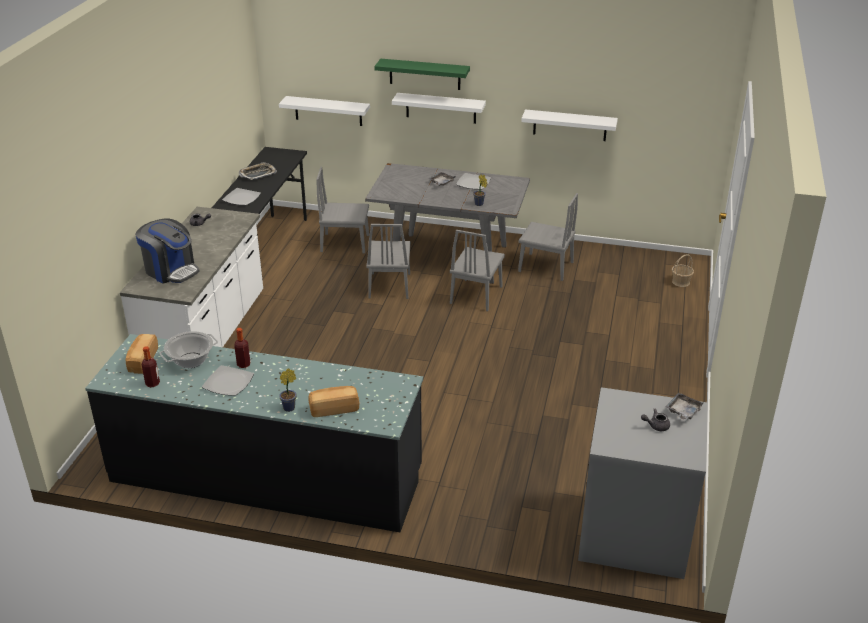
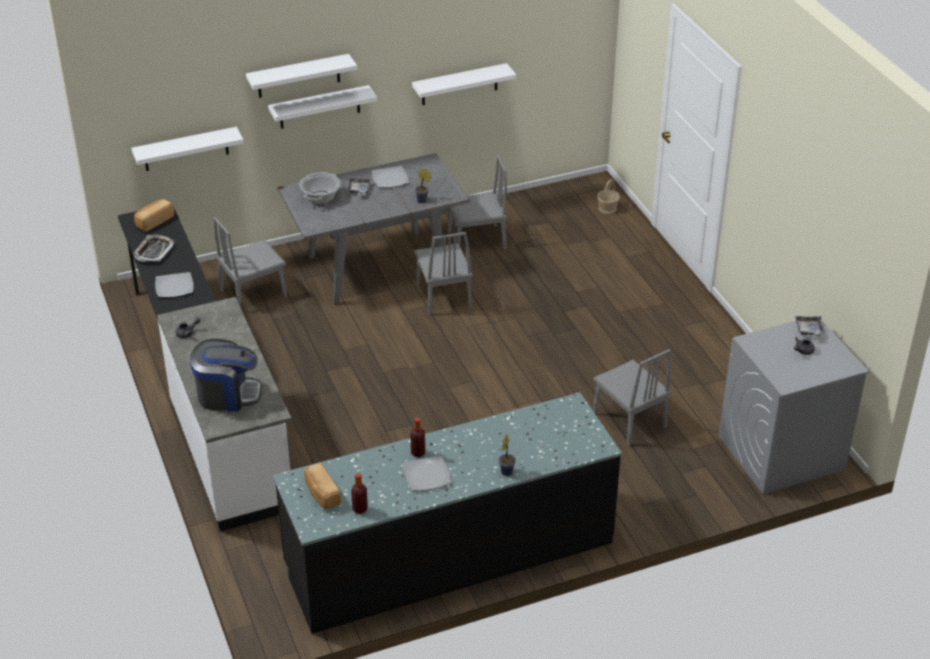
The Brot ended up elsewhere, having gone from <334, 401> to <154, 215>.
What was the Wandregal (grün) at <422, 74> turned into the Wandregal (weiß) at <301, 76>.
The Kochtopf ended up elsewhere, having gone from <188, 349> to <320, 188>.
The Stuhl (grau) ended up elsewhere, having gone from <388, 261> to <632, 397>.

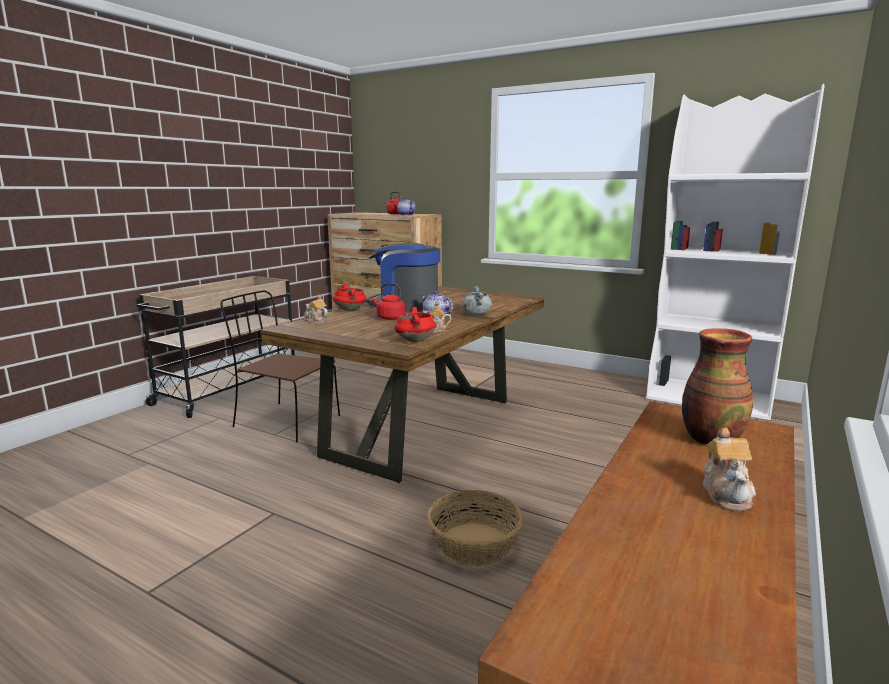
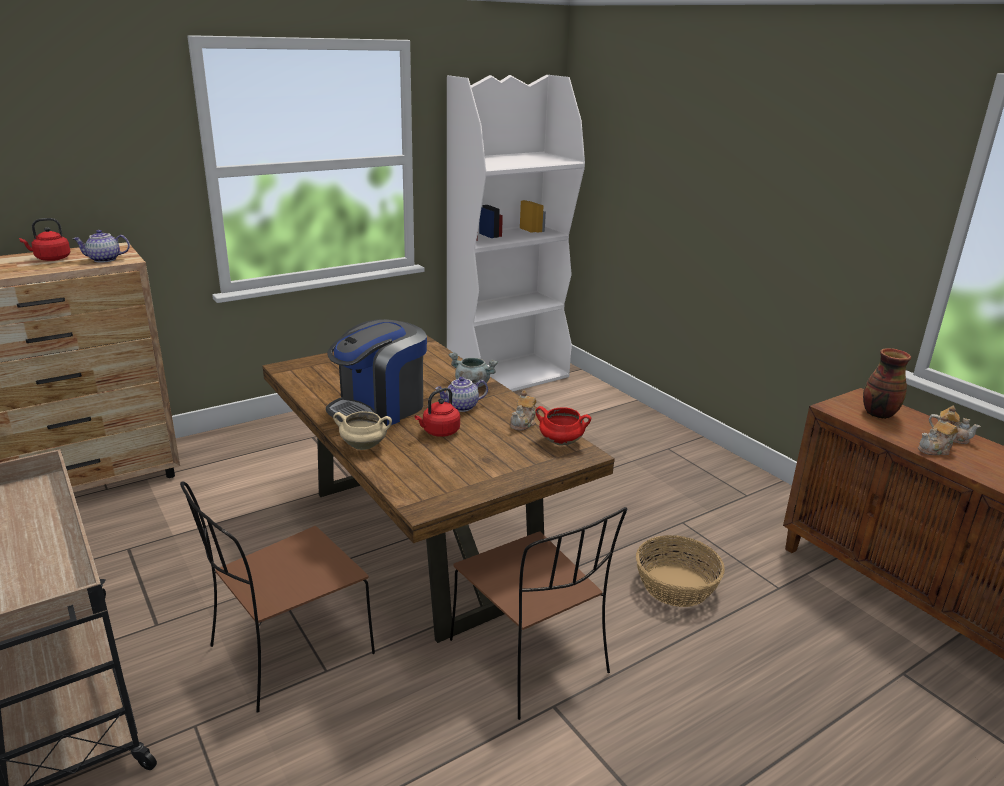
What was the Kochtopf (rot) at <349, 297> turned into the Kochtopf (beige) at <362, 430>.
The second view gained the Stuhl (braun) at <538, 613>.
The Teekanne ended up elsewhere, having gone from <316, 309> to <938, 435>.

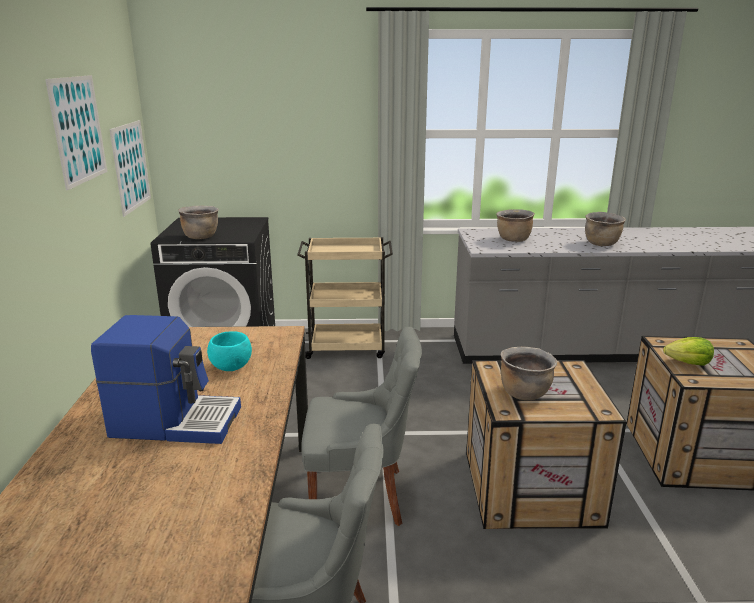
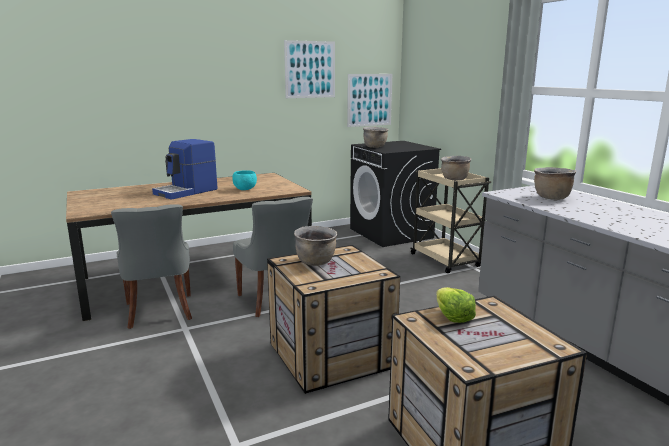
The Kaffeemaschine at <166, 379> ended up facing another way, 60 degrees clockwise from before.
The Kochtopf (braun) ended up elsewhere, having gone from <605, 229> to <456, 168>.

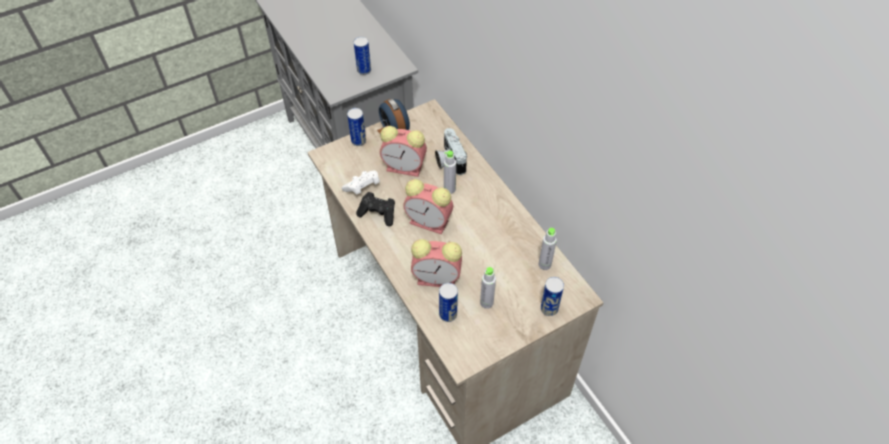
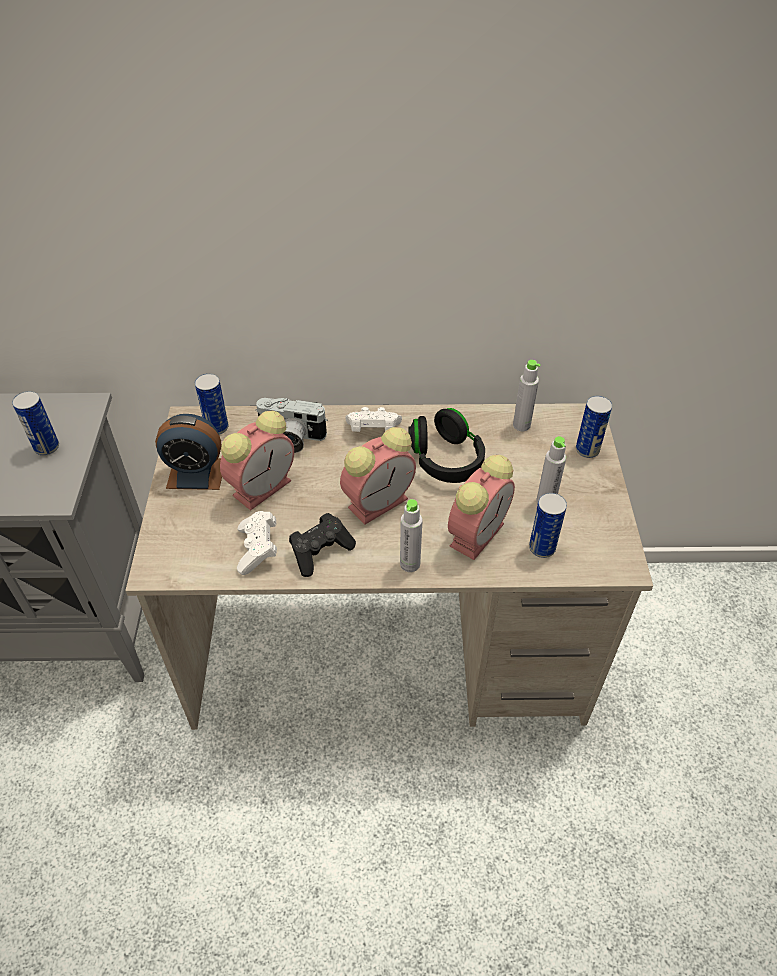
The Dose ended up elsewhere, having gone from <356, 127> to <212, 404>.
The second view gained the Gamepad (weiß) at <373, 419>.
The Flasche (grau) ended up elsewhere, having gone from <450, 172> to <411, 535>.
The second view gained the Kopfhörer (schwarz) at <446, 445>.

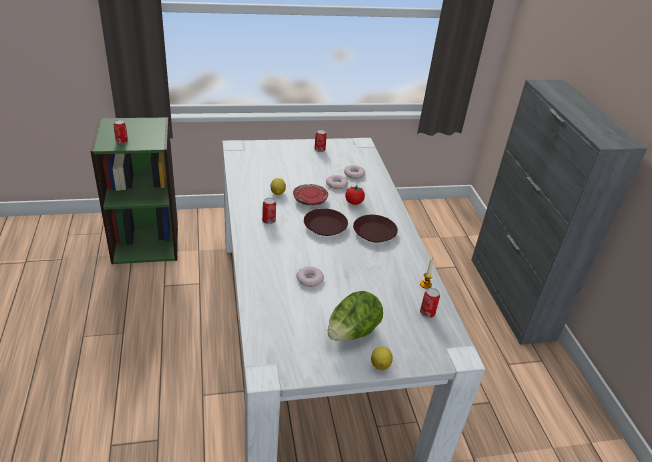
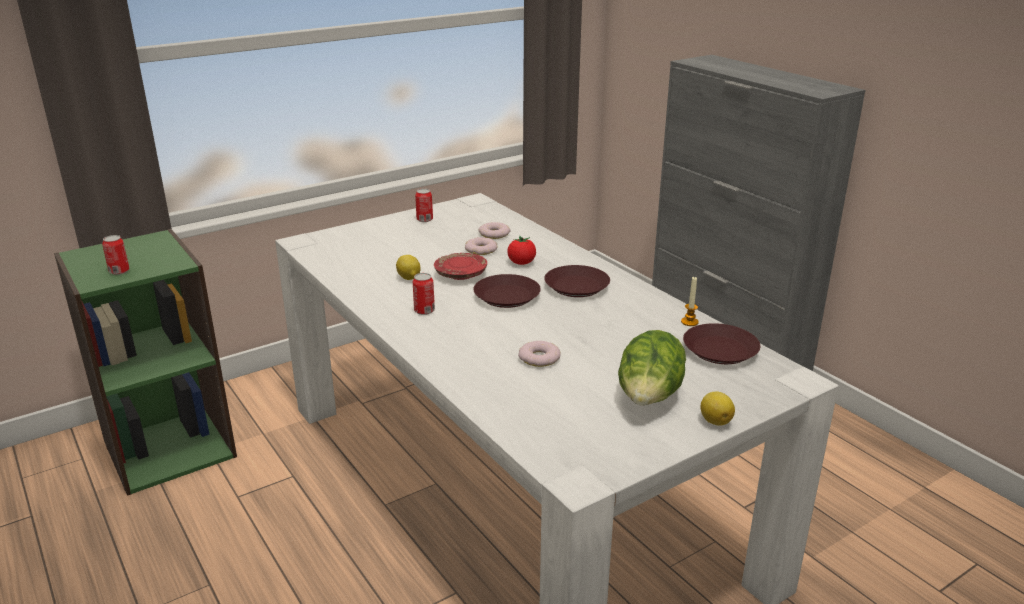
Where the Dose stood at <430, 303>, the Teller (braun) came to stand at <721, 343>.

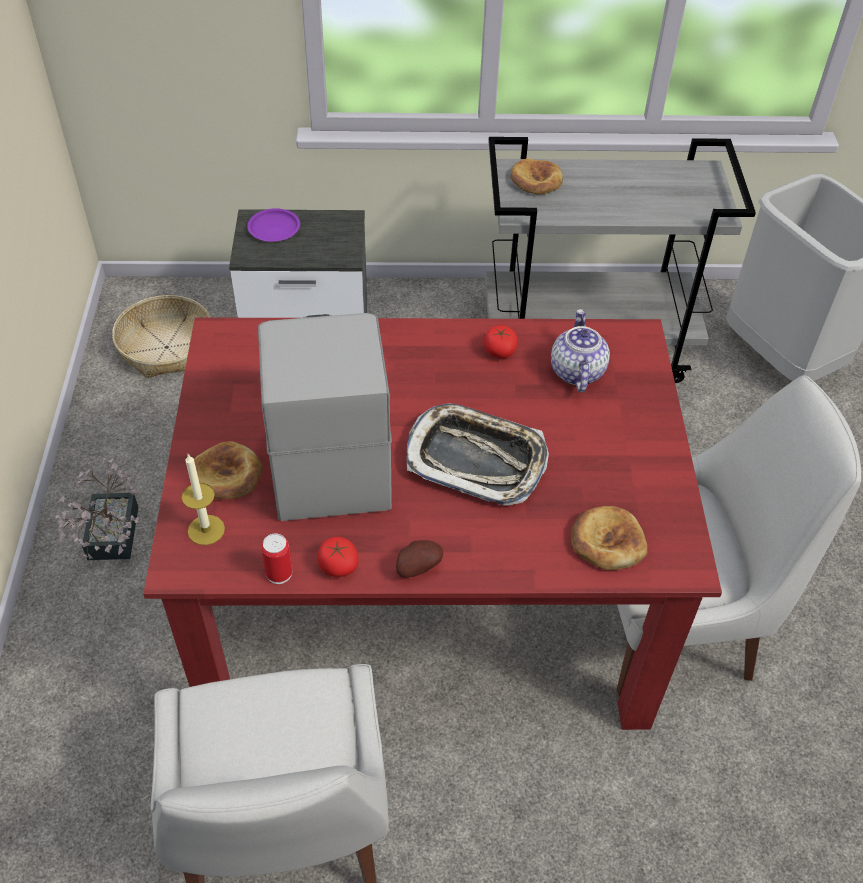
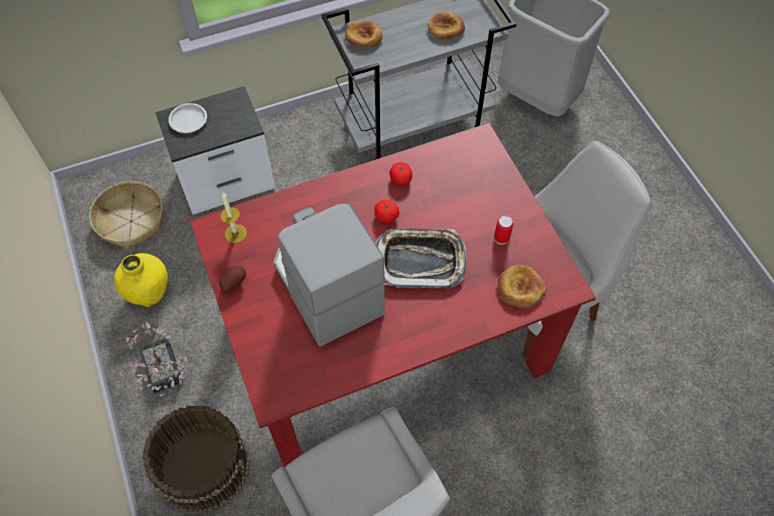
The second view gained the Vase (gelb) at <141, 280>.
The second view gained the Eimer (braun) at <196, 459>.
What was the Teller (lila) at <273, 225> turned into the Teller (weiß) at <187, 118>.
The Kartoffel ended up elsewhere, having gone from <419, 559> to <232, 279>.
The Kerze ended up elsewhere, having gone from <203, 499> to <233, 217>.
The Tomate ended up elsewhere, having gone from <338, 557> to <387, 211>.
The Brot ended up elsewhere, having gone from <228, 470> to <446, 26>.
The Dose ended up elsewhere, having gone from <277, 559> to <503, 230>.
The second view lost the Teekanne at <580, 350>.

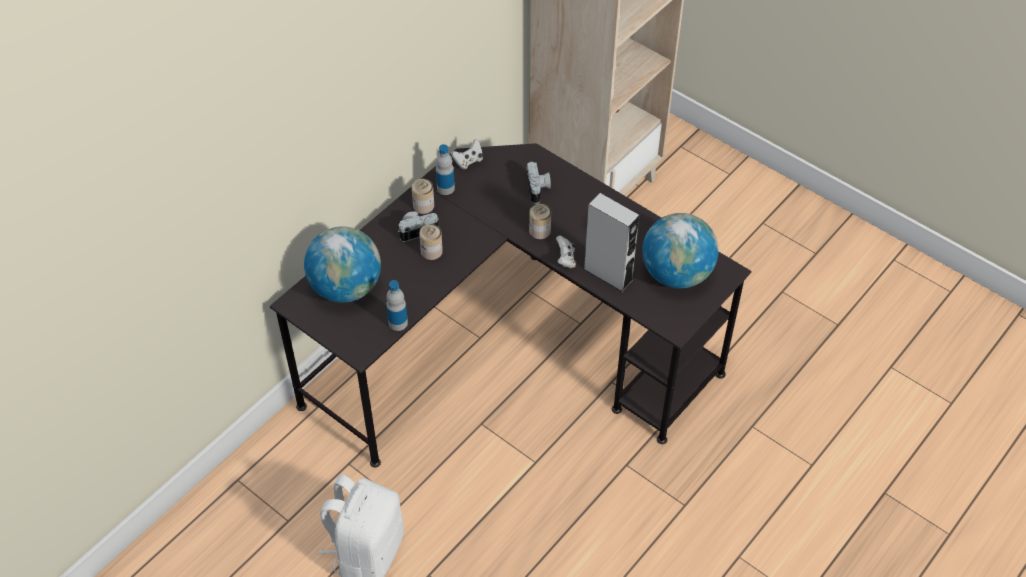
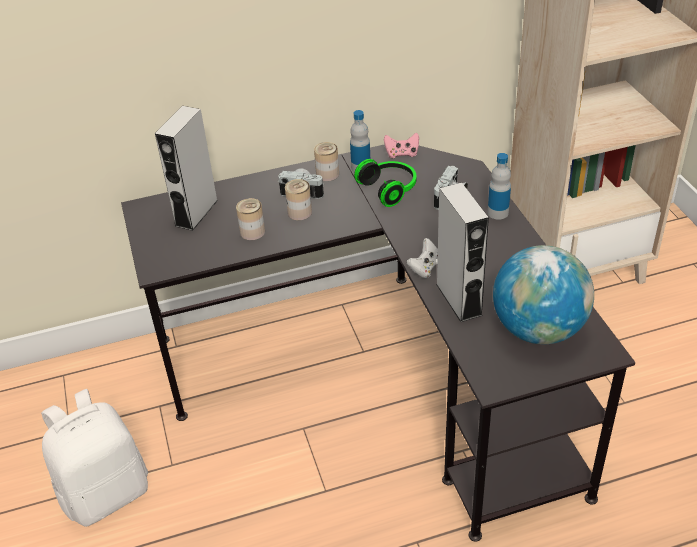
Where the Globus stood at <342, 264>, the Lautsprecher (grau) came to stand at <186, 168>.
The Dose ended up elsewhere, having gone from <540, 221> to <250, 219>.
The second view gained the Kopfhörer at <385, 183>.
What was the Gamepad (weiß) at <467, 154> turned into the Gamepad (rosa) at <401, 145>.
The Flasche ended up elsewhere, having gone from <397, 305> to <499, 186>.

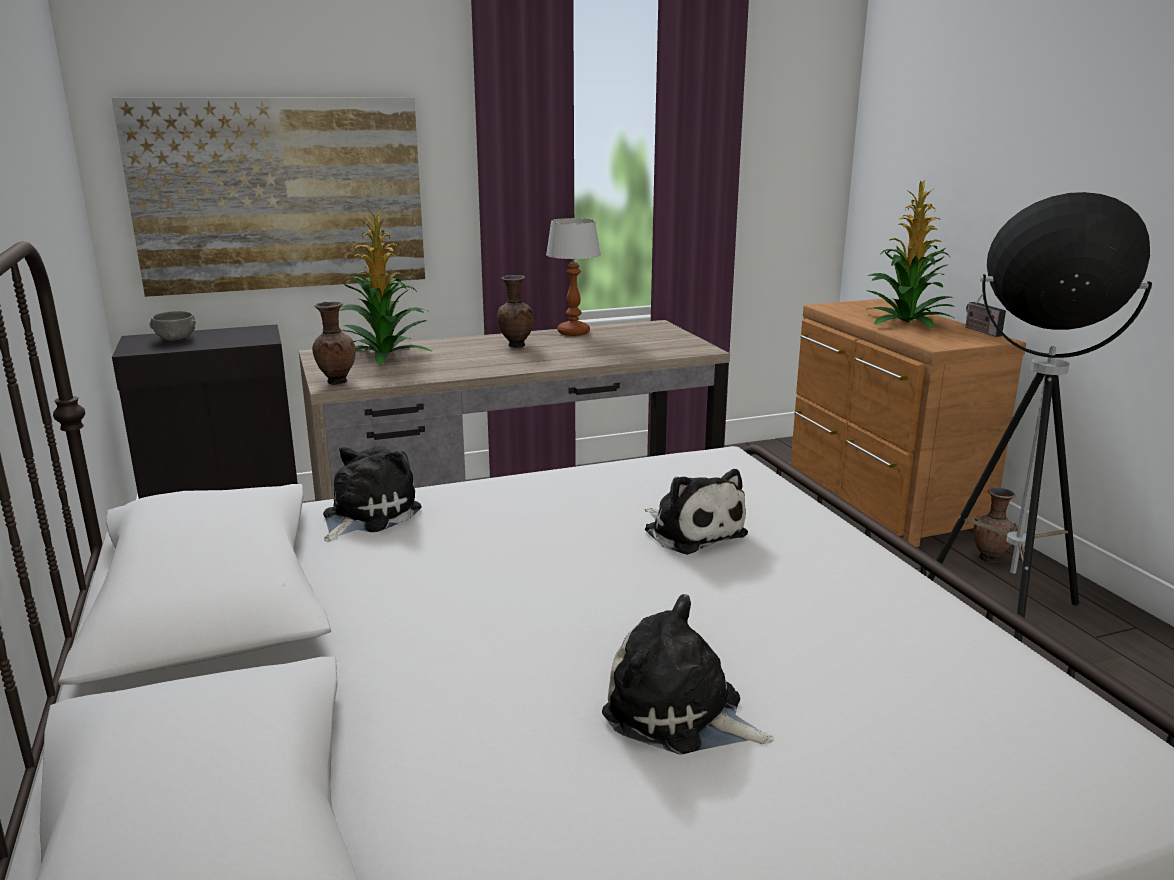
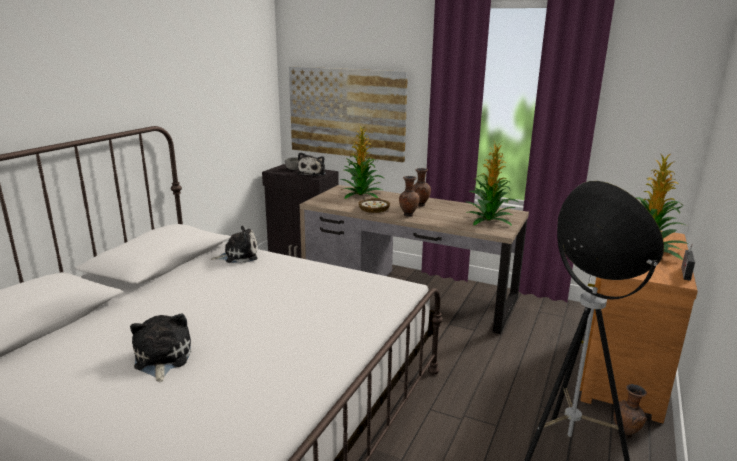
The Plüschtier ended up elsewhere, having gone from <696, 512> to <311, 164>.
The second view gained the Schüssel at <374, 205>.
The Vase (braun) ended up elsewhere, having gone from <334, 343> to <409, 196>.
The second view gained the Topfpflanze at <493, 184>.
The second view lost the Tischlampe at <573, 277>.

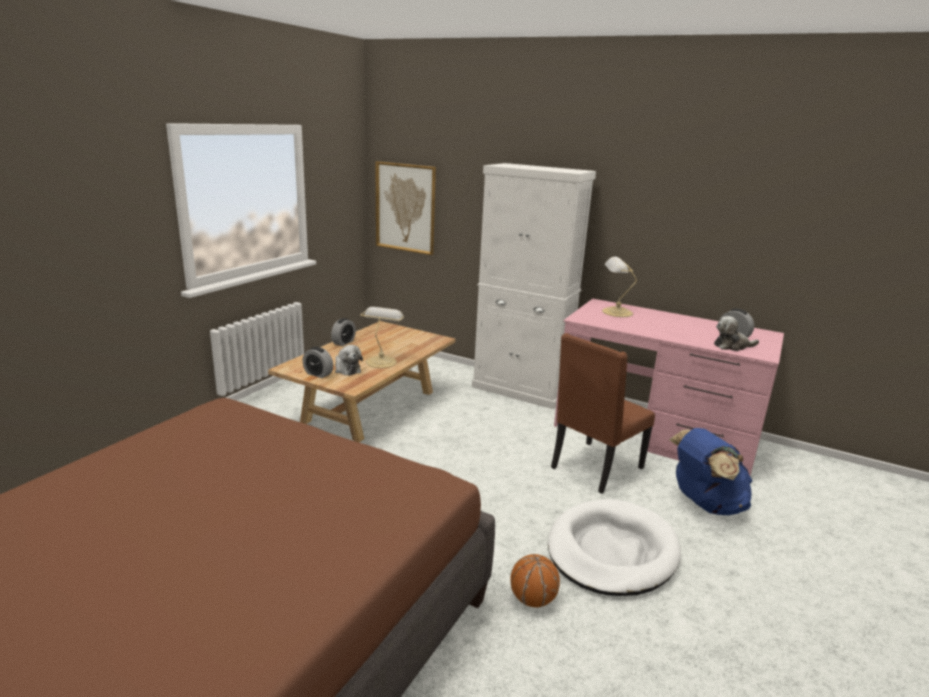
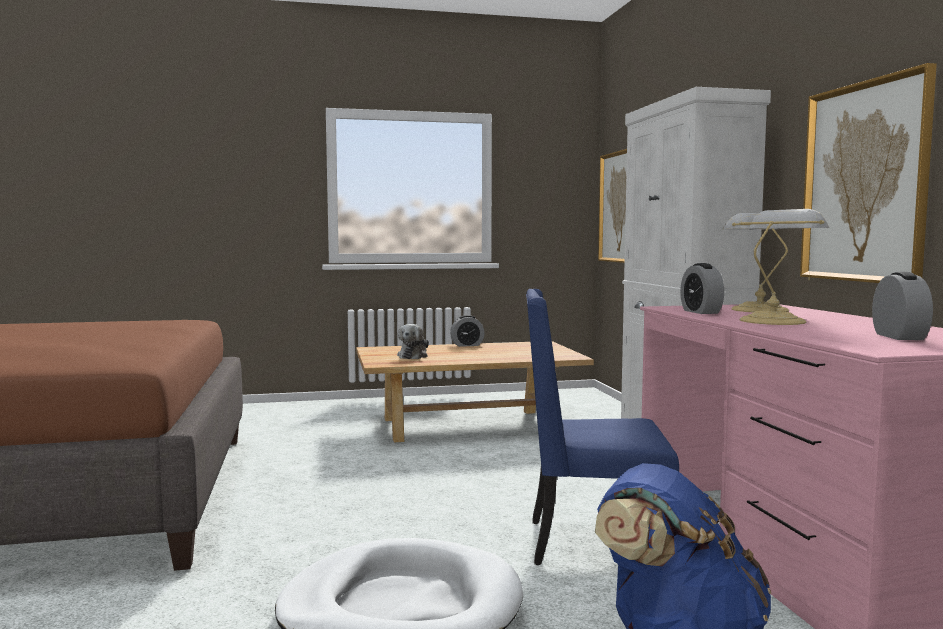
What was the Stuhl (braun) at <603, 413> turned into the Stuhl (blau) at <602, 427>.
The Wecker ended up elsewhere, having gone from <317, 362> to <702, 288>.
The Tischlampe ended up elsewhere, having gone from <382, 337> to <784, 267>.
The second view gained the Bild at <868, 173>.
The second view lost the Basketball at <535, 580>.
The second view lost the Plüschtier at <736, 333>.

